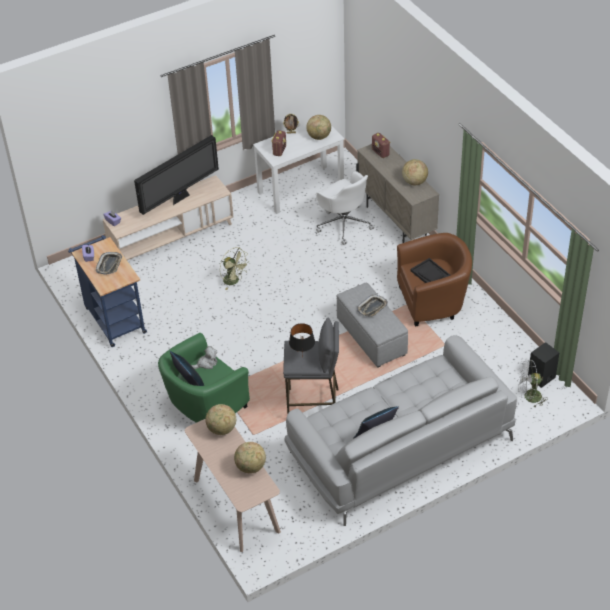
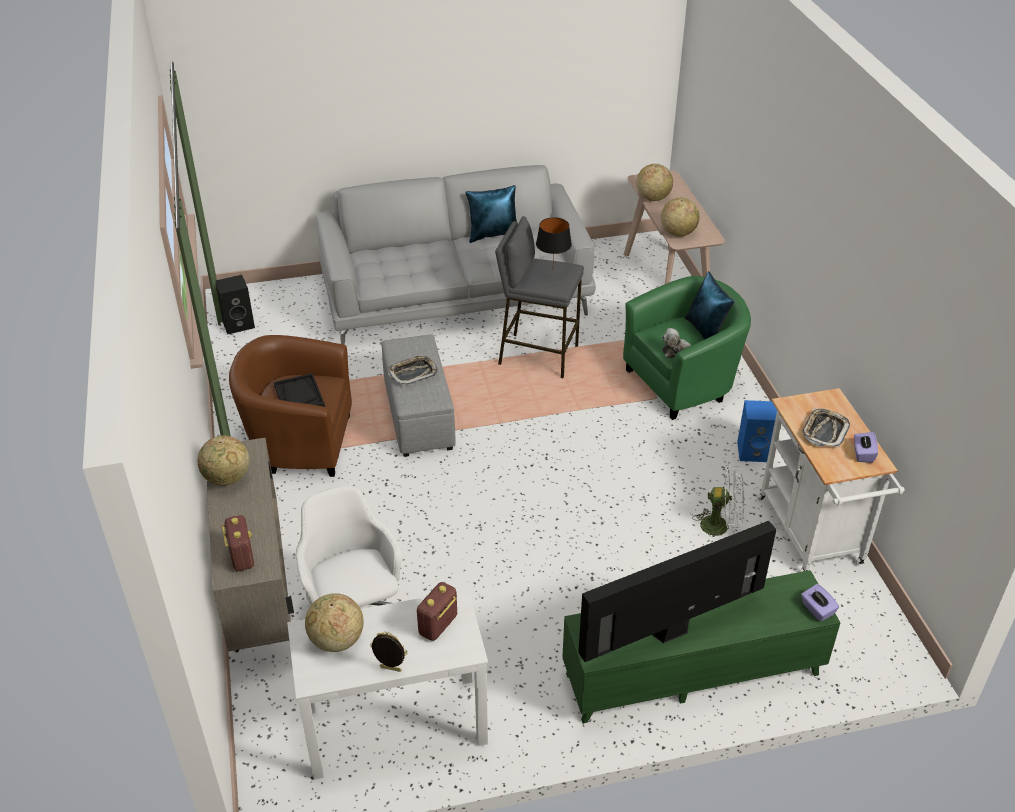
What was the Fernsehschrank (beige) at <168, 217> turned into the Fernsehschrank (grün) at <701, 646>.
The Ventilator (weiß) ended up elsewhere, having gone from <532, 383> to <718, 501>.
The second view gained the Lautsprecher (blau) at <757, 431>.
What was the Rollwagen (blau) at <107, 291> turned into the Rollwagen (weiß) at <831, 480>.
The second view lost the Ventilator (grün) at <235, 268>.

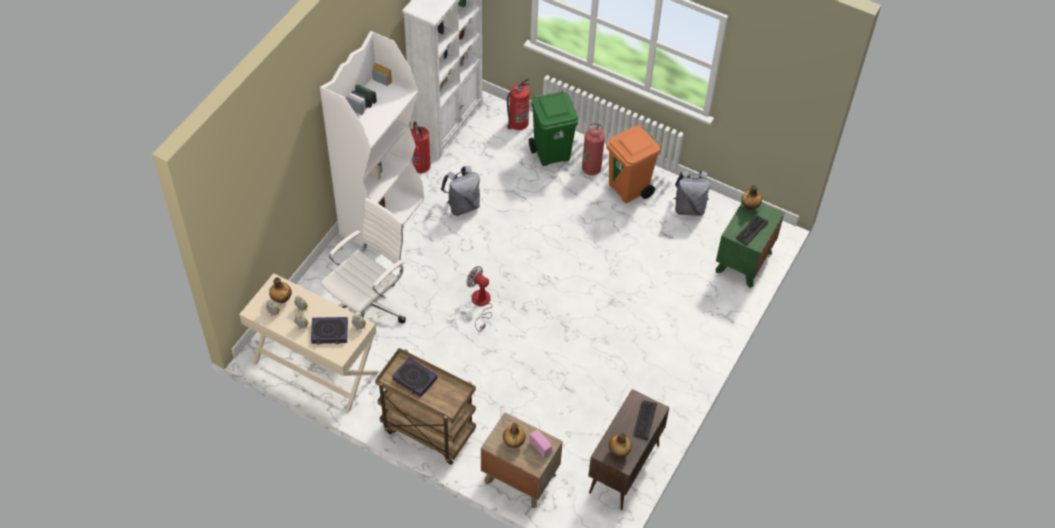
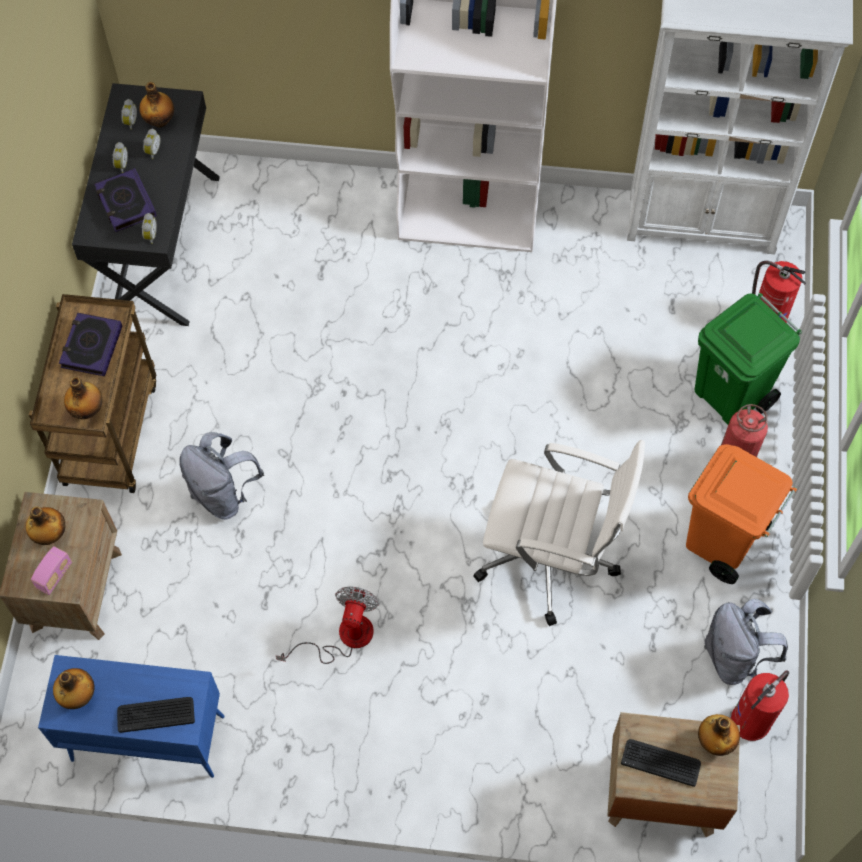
What was the Schrank (braun) at <628, 449> turned into the Schrank (blau) at <131, 716>.
The second view gained the Flasche at <83, 398>.
What was the Schreibtisch (beige) at <309, 343> turned into the Schreibtisch (schwarz) at <146, 204>.
The Rucksack (grau) ended up elsewhere, having gone from <460, 191> to <221, 476>.
The Ventilator ended up elsewhere, having gone from <479, 299> to <327, 625>.
The Bürostuhl (weiß) ended up elsewhere, having gone from <363, 260> to <559, 533>.
What was the Nachttisch (grün) at <750, 245> turned into the Nachttisch (braun) at <673, 774>.
The Feuerlöscher ended up elsewhere, having gone from <421, 147> to <760, 705>.

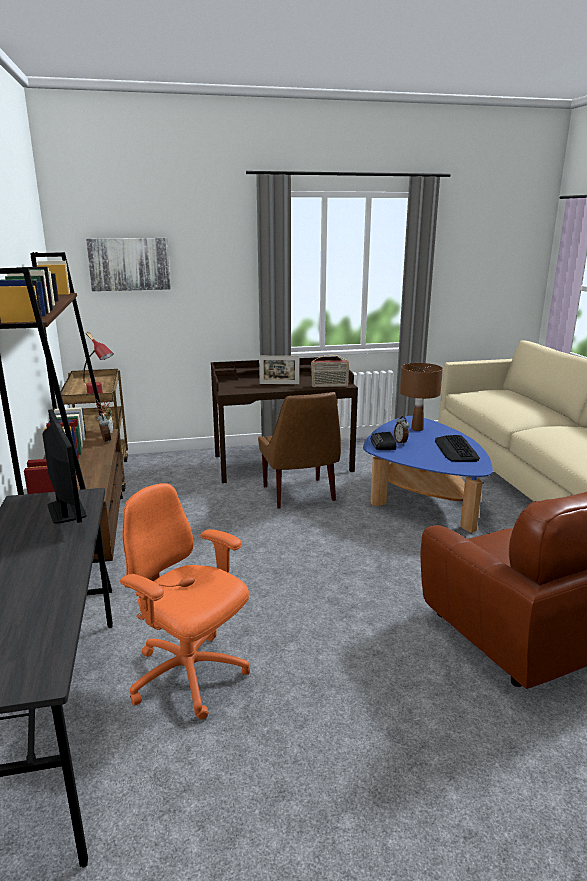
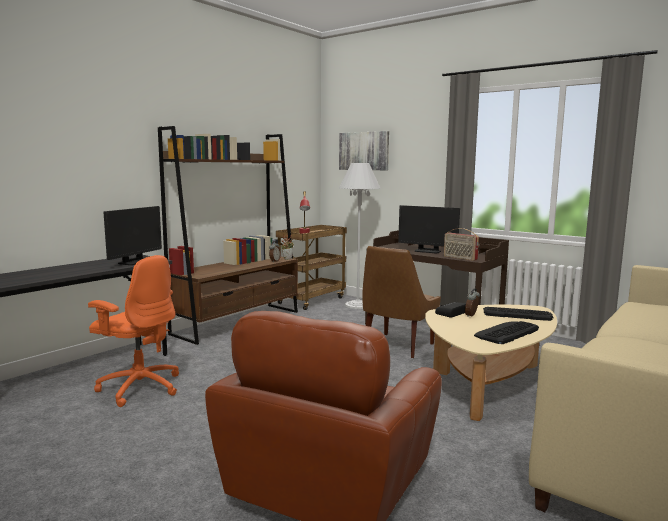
The Bürostuhl (orange) at <185, 601> ended up facing another way, 120 degrees clockwise from before.
The second view gained the Stehlampe (weiß) at <360, 236>.
Where the Bilderrahmen stood at <279, 370>, the Monitor came to stand at <429, 229>.
What was the Couchtisch (blau) at <428, 474> turned into the Couchtisch (beige) at <491, 363>.
Where the Tischlampe (braun) stood at <421, 397>, the Tastatur came to stand at <518, 314>.

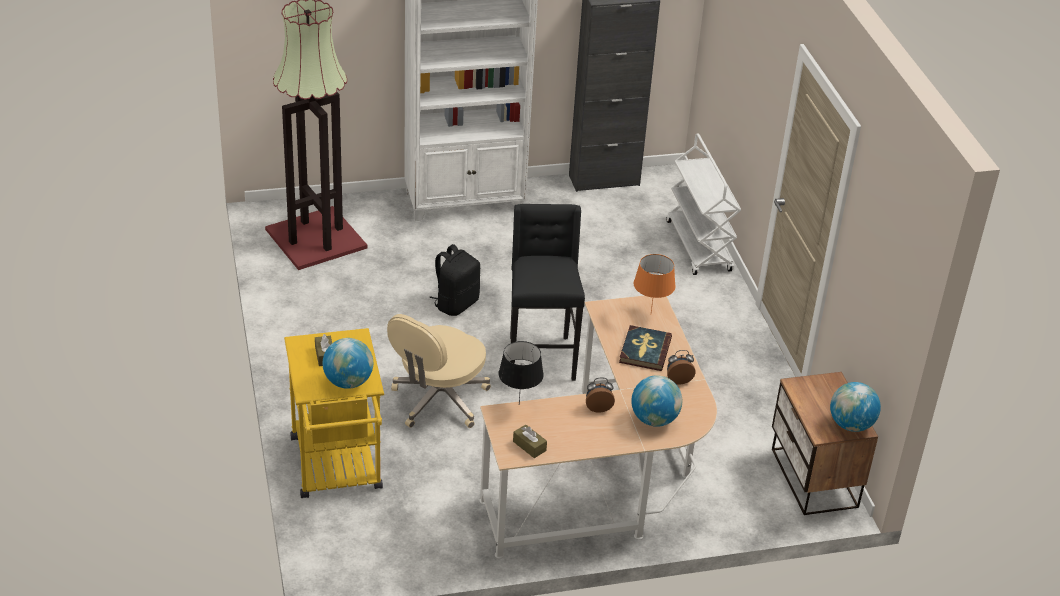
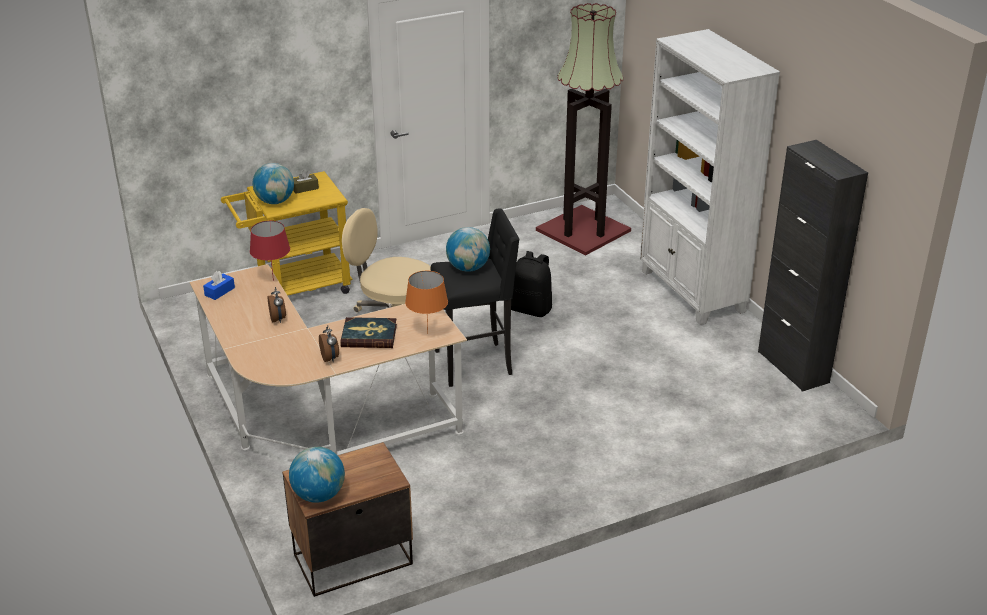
What was the Taschentuchbox (braun) at <530, 441> turned into the Taschentuchbox (blau) at <219, 285>.
What was the Tischlampe (schwarz) at <521, 372> turned into the Tischlampe (rot) at <270, 251>.
The Globus ended up elsewhere, having gone from <656, 401> to <468, 249>.
The second view lost the Rollwagen (weiß) at <703, 204>.

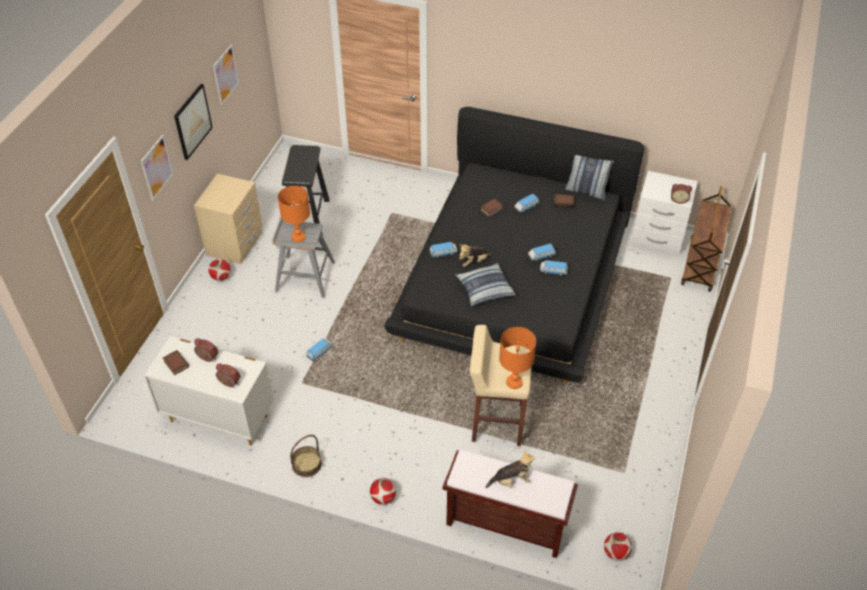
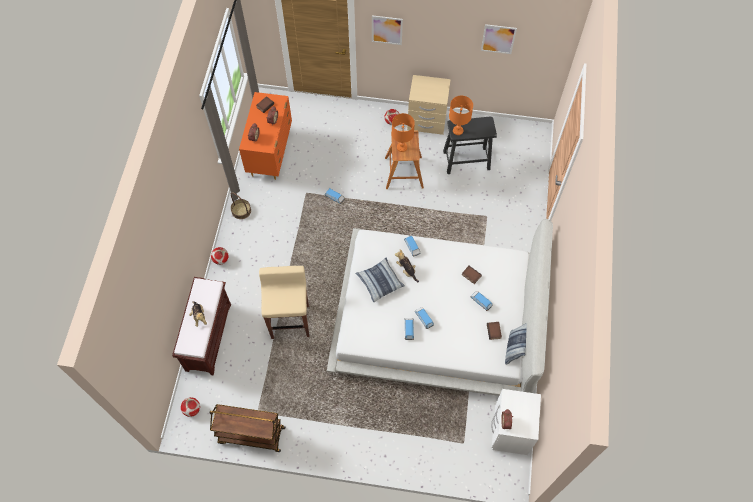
The Rollwagen (braun) ended up elsewhere, having gone from <706, 239> to <247, 428>.
What was the Kommode (weiß) at <209, 391> turned into the Kommode (orange) at <265, 136>.
What was the Bett (schwarz) at <514, 245> turned into the Bett (weiß) at <439, 307>.
What was the Hocker (grau) at <303, 257> turned into the Hocker (braun) at <404, 160>.
The Tischlampe (orange) ended up elsewhere, having gone from <517, 358> to <461, 115>.
The second view lost the Bild at <193, 122>.

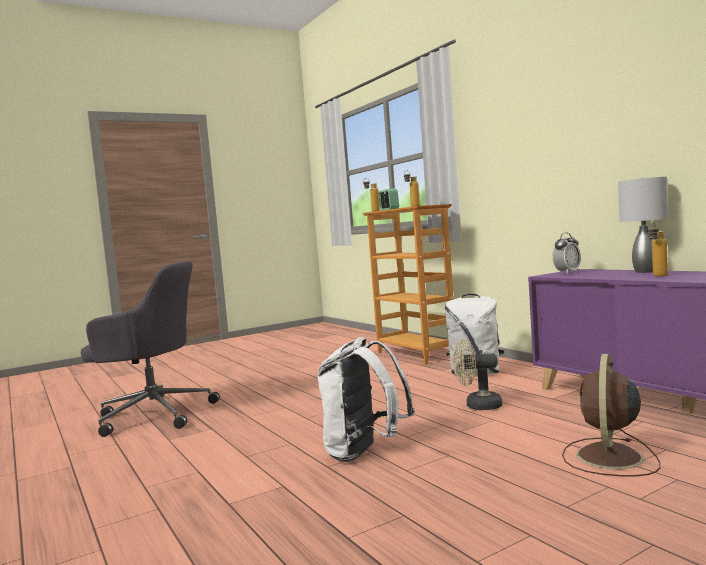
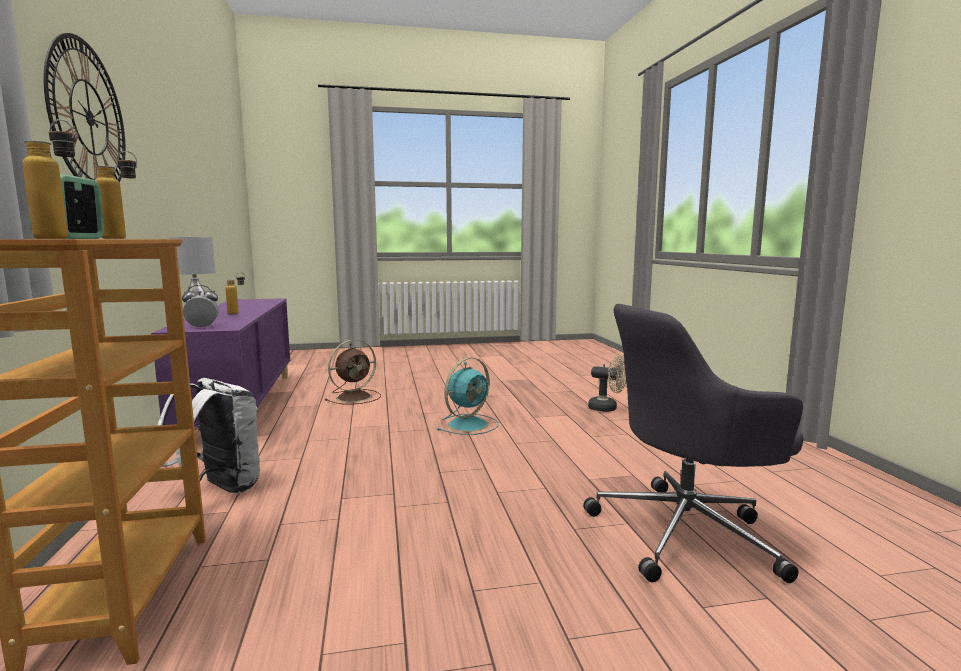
The second view gained the Wanduhr at <84, 108>.
Where the Rucksack (weiß) stood at <366, 399>, the Ventilator (türkis) came to stand at <468, 396>.
The Bürostuhl (grau) at <150, 349> ended up facing another way, 45 degrees counterclockwise from before.
The Ventilator (beige) ended up elsewhere, having gone from <477, 374> to <607, 384>.

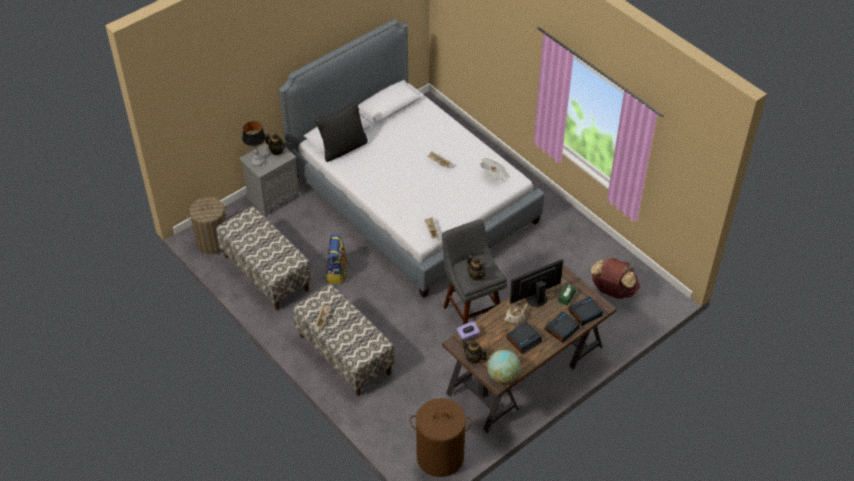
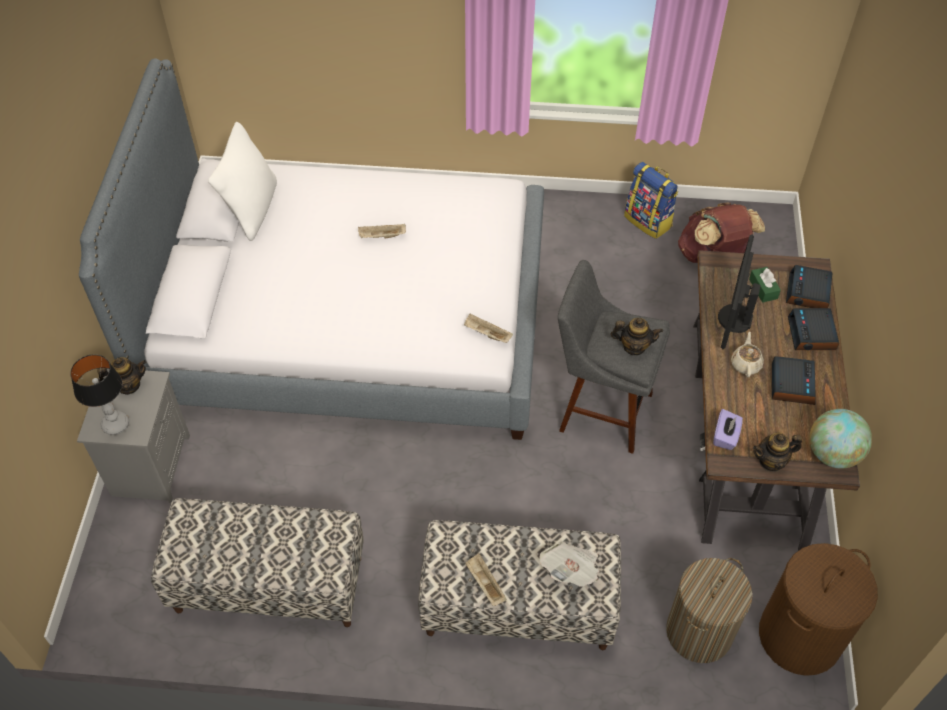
The second view gained the Kissen (weiß) at <242, 181>.
The Zeitung ended up elsewhere, having gone from <495, 169> to <569, 564>.
The Rucksack ended up elsewhere, having gone from <336, 259> to <651, 200>.
The Wäschekorb ended up elsewhere, having gone from <206, 225> to <709, 610>.
The second view lost the Kissen (schwarz) at <341, 131>.

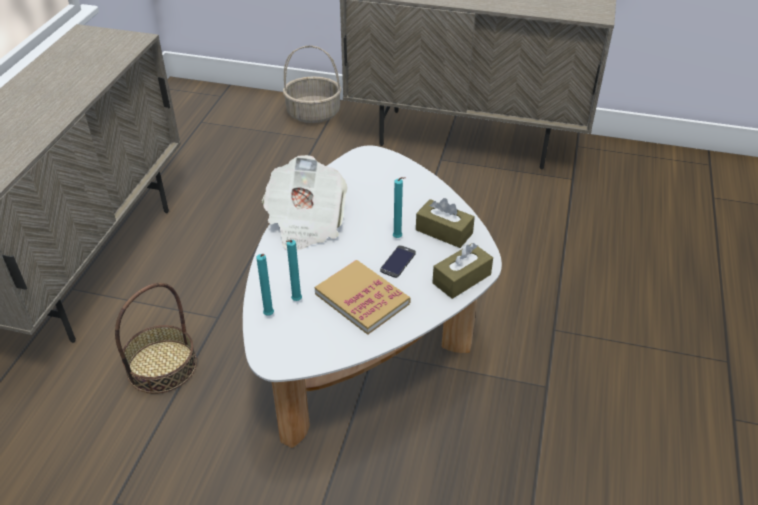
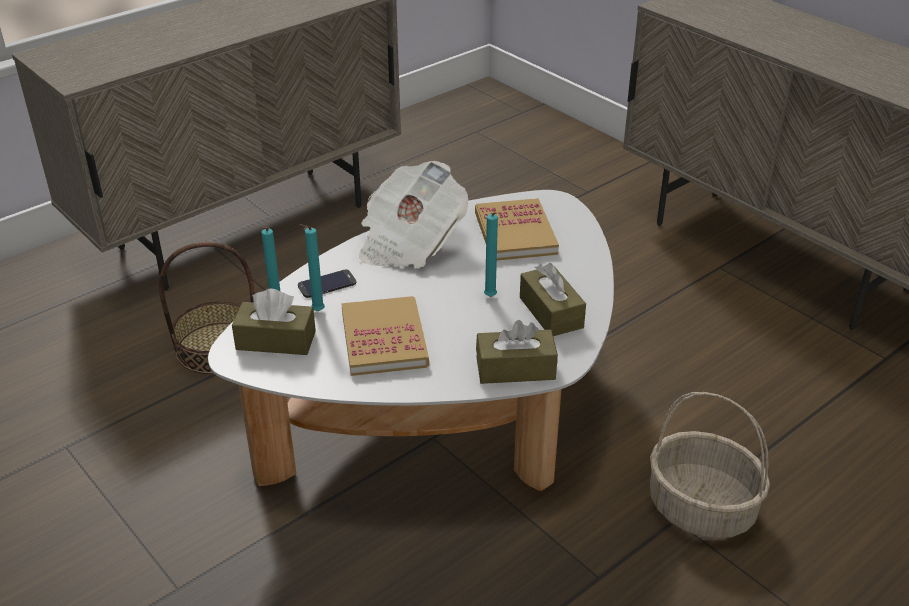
The second view gained the Taschentuchbox (braun) at <274, 322>.
The Handy ended up elsewhere, having gone from <398, 261> to <327, 284>.
The second view gained the Buch at <517, 229>.
The Korb ended up elsewhere, having gone from <312, 84> to <710, 465>.

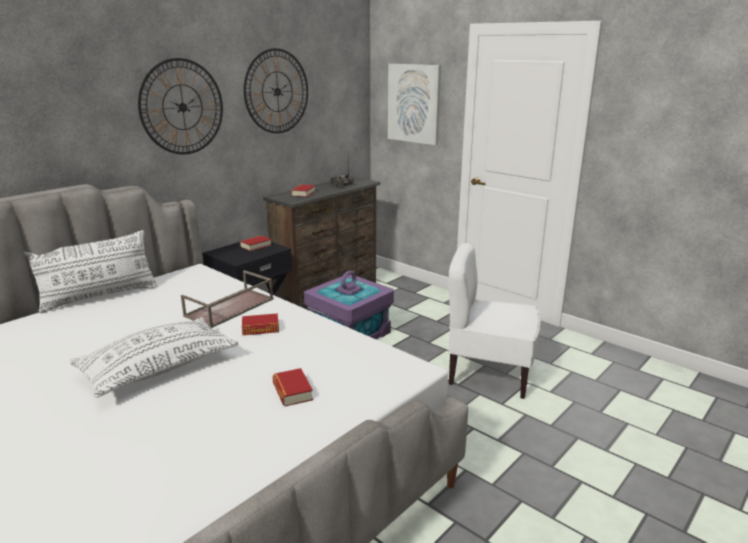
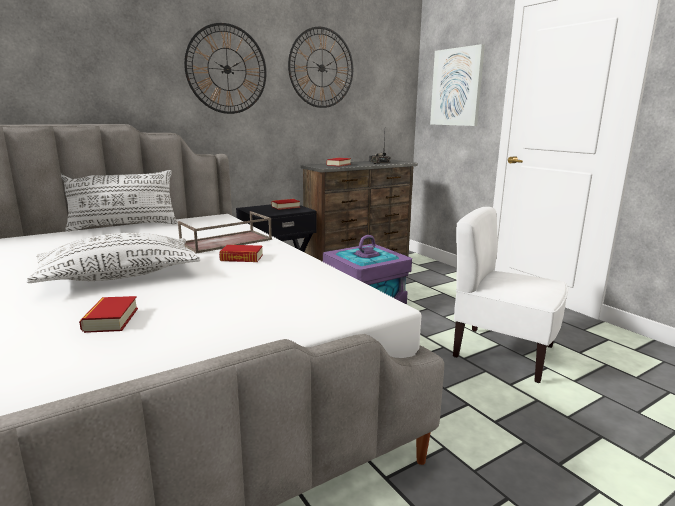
The Buch ended up elsewhere, having gone from <292, 387> to <108, 314>.

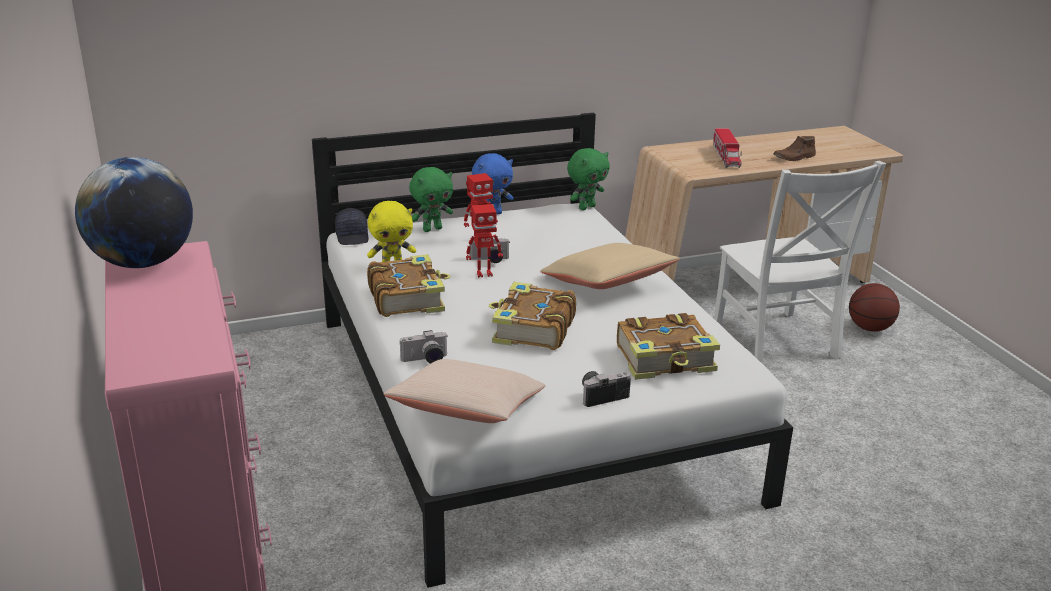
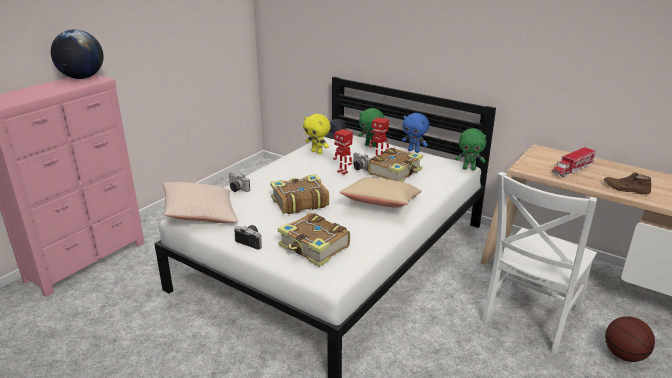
The Buch ended up elsewhere, having gone from <408, 285> to <395, 165>.

